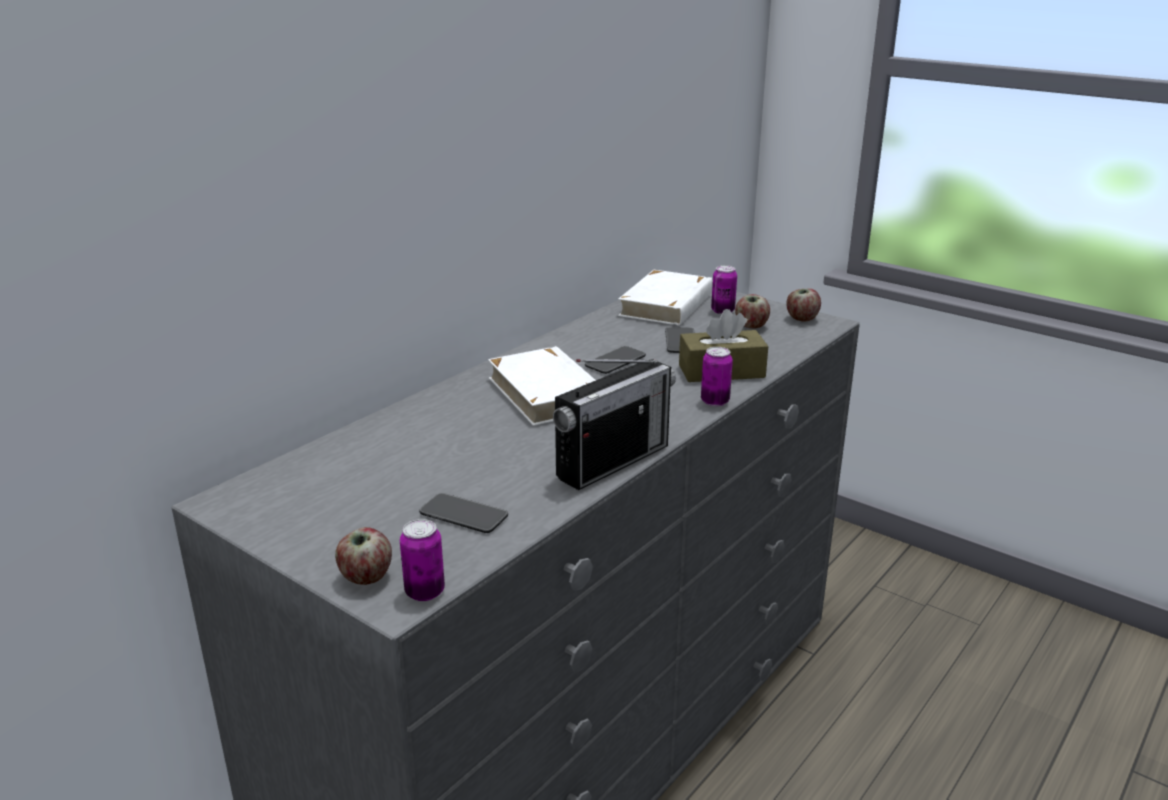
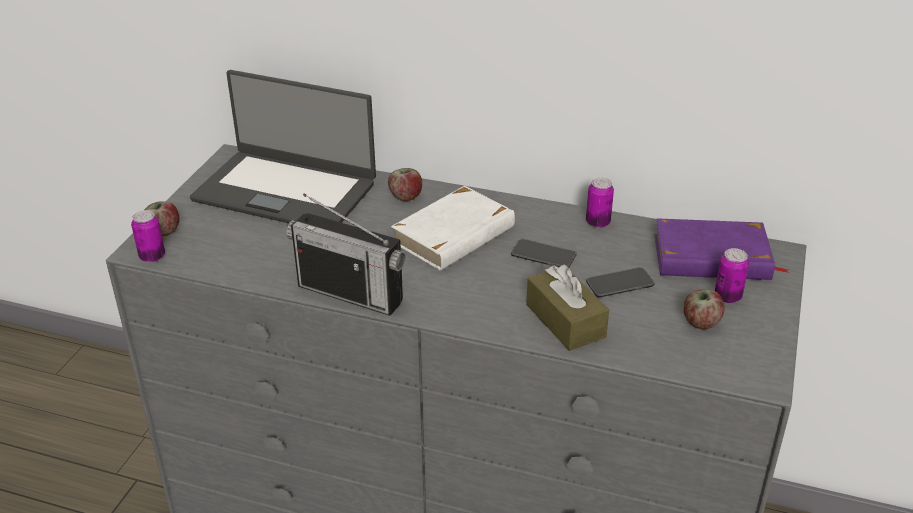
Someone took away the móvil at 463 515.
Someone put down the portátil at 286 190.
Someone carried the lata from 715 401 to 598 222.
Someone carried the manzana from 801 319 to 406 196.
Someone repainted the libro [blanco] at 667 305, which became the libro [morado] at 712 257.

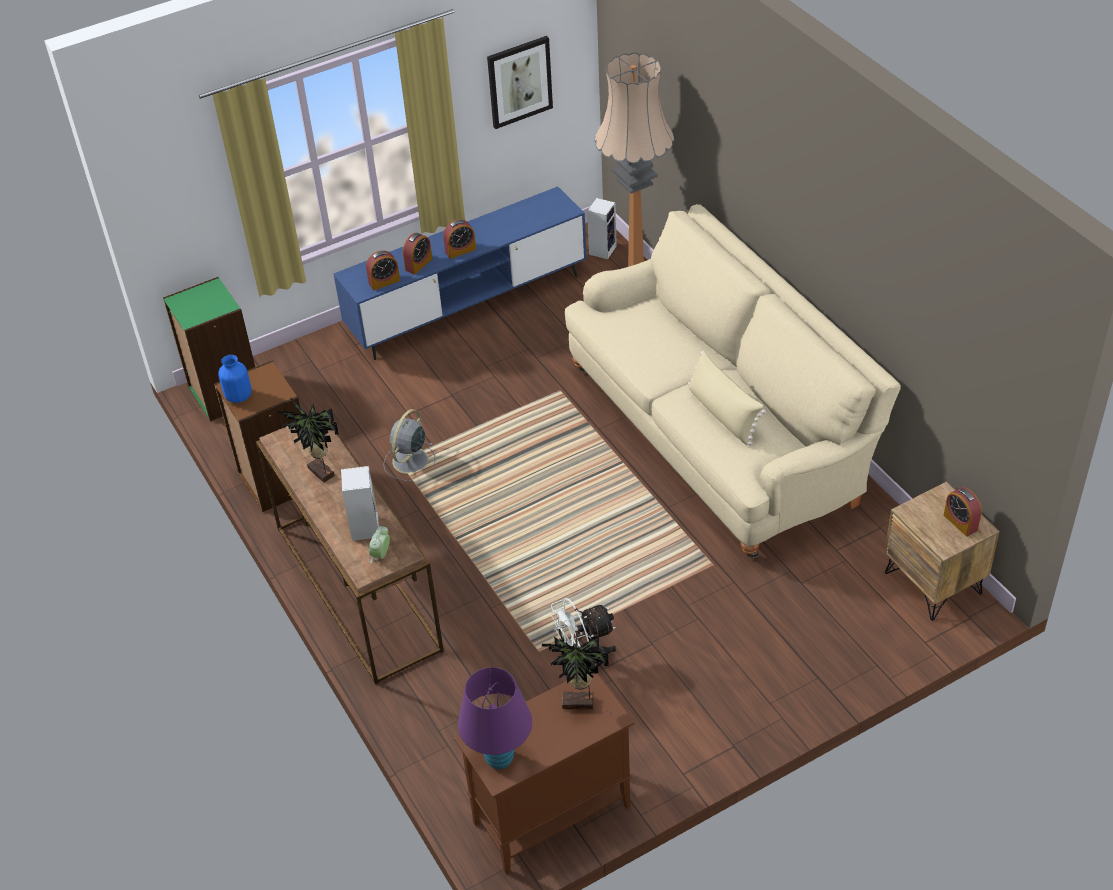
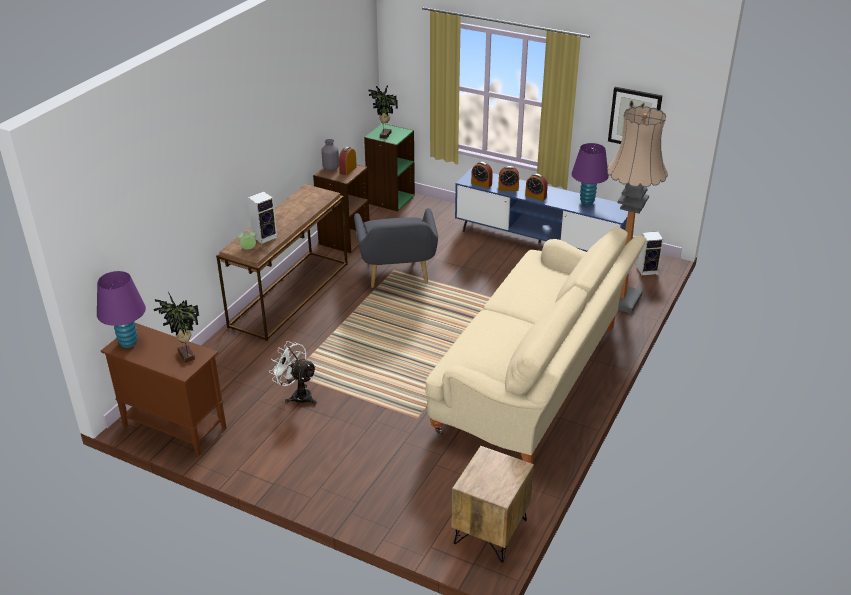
Someone took away the cojín [beis] at 723 413.
Someone put down the lámpara de mesa [morado] at 587 202.
Someone carried the planta en maceta from 320 473 to 384 135.
Someone carried the despertador from 960 522 to 348 170.
Someone swapped the ventilador [gris] at 409 462 for the sillón [gris] at 397 273.
Someone repainted the florero [azul] at 238 396, which became the florero [gris] at 330 168.

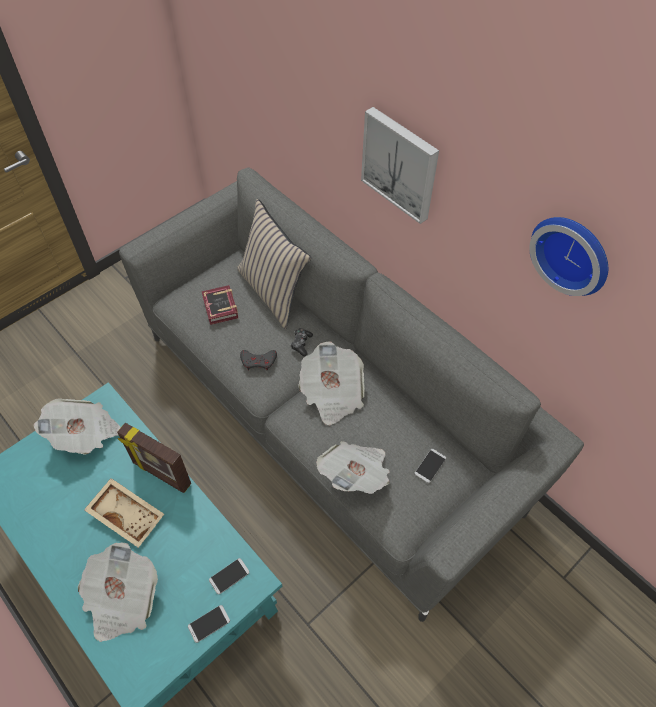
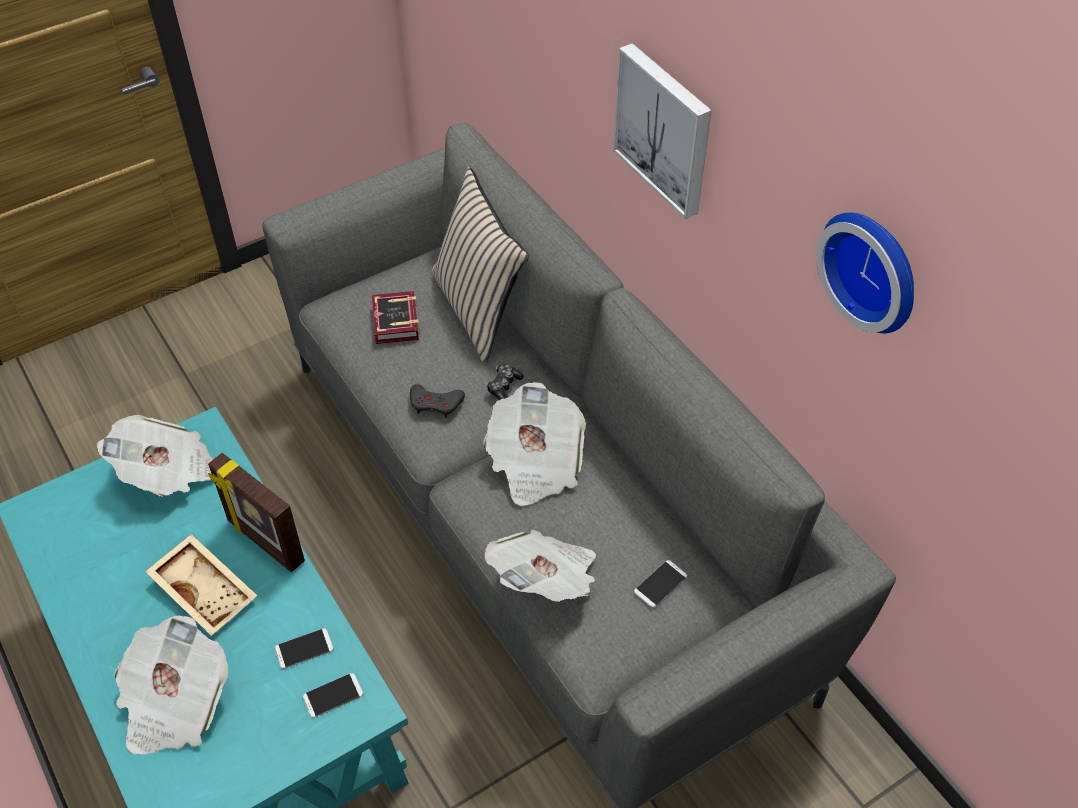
Someone carried the móvil from 209 623 to 304 649.

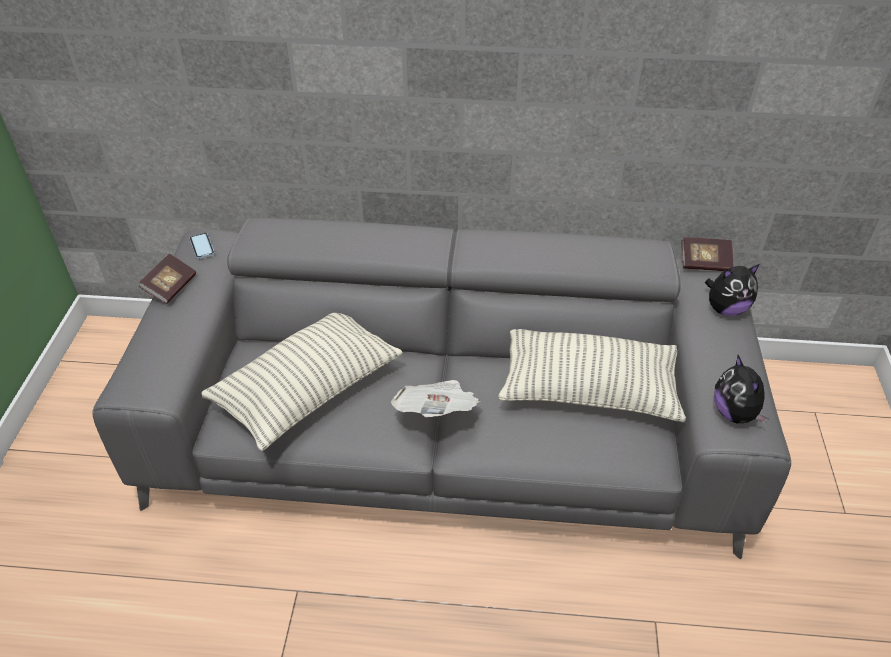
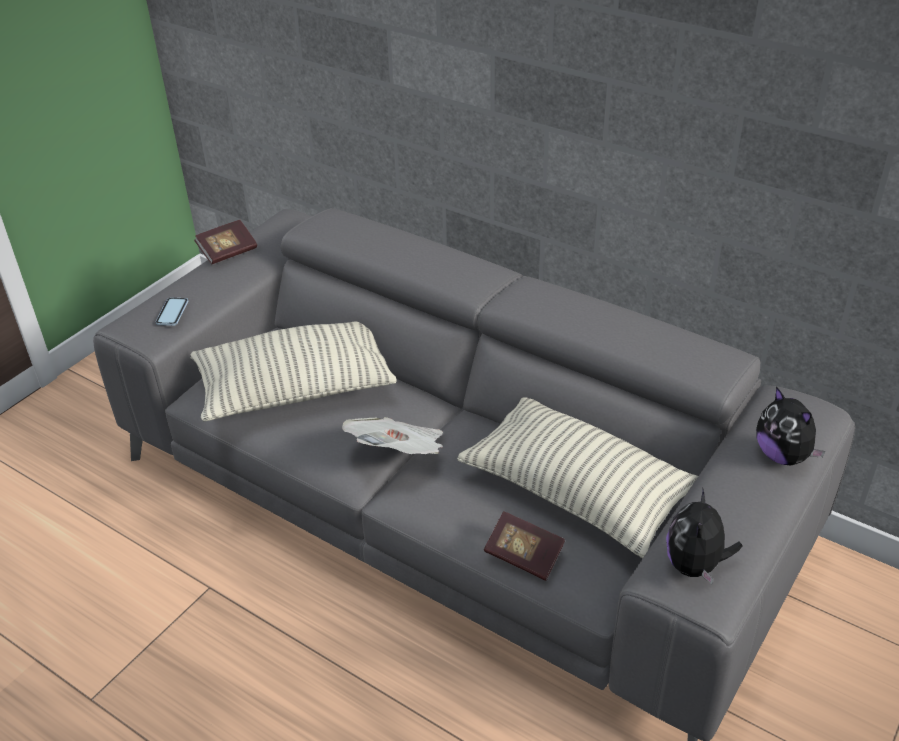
Someone carried the móvil from 202 247 to 172 313.
Someone carried the libro from 704 263 to 523 556.
Someone rotated the peluche at 725 309 by 45 degrees clockwise.

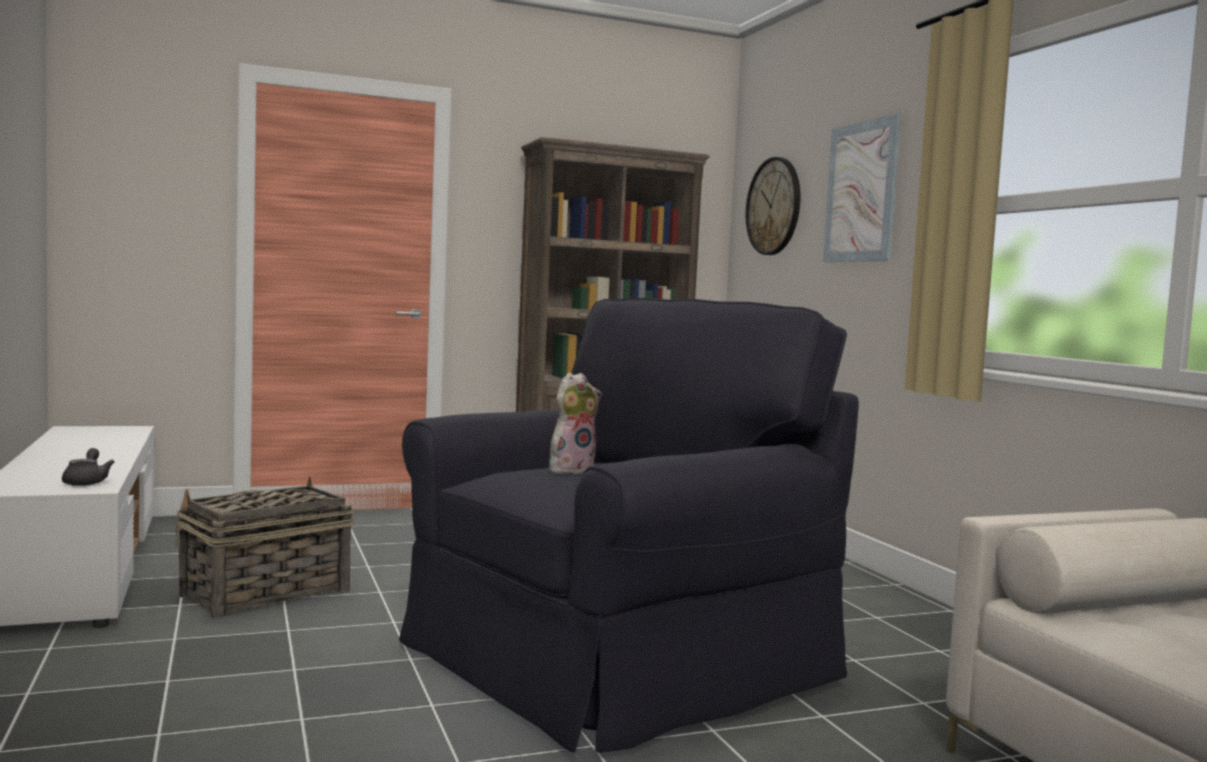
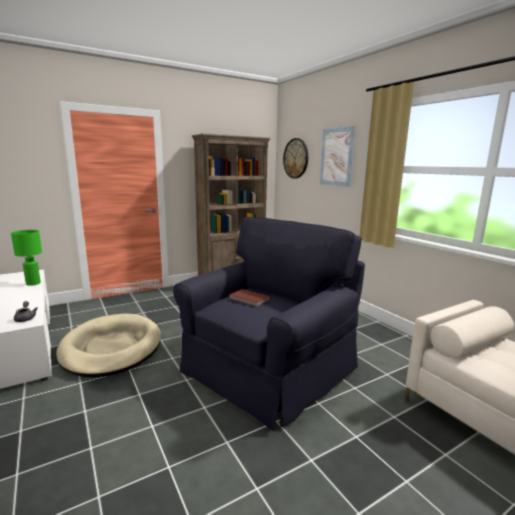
Someone put down the lámpara de mesa [verde] at 33 283.
Someone swapped the cesta at 264 594 for the cama para perro [beis] at 112 348.
Someone swapped the peluche at 571 470 for the libro [marrón] at 249 299.

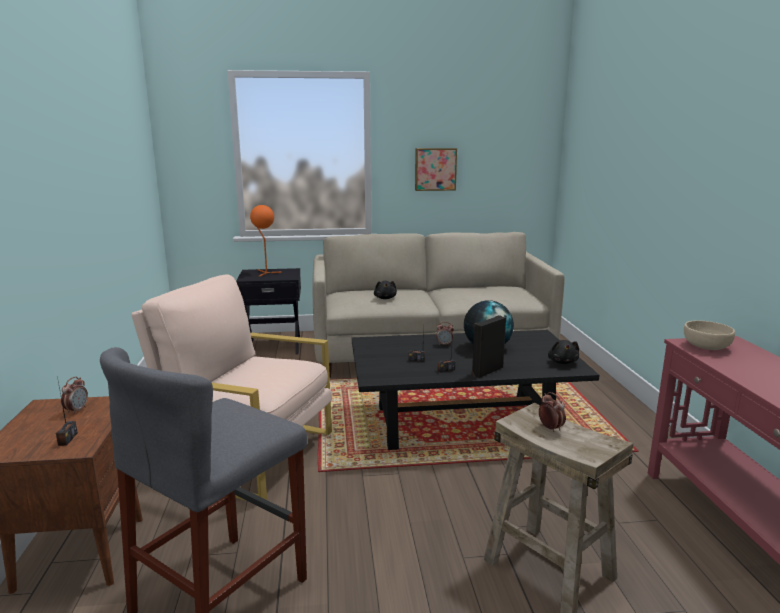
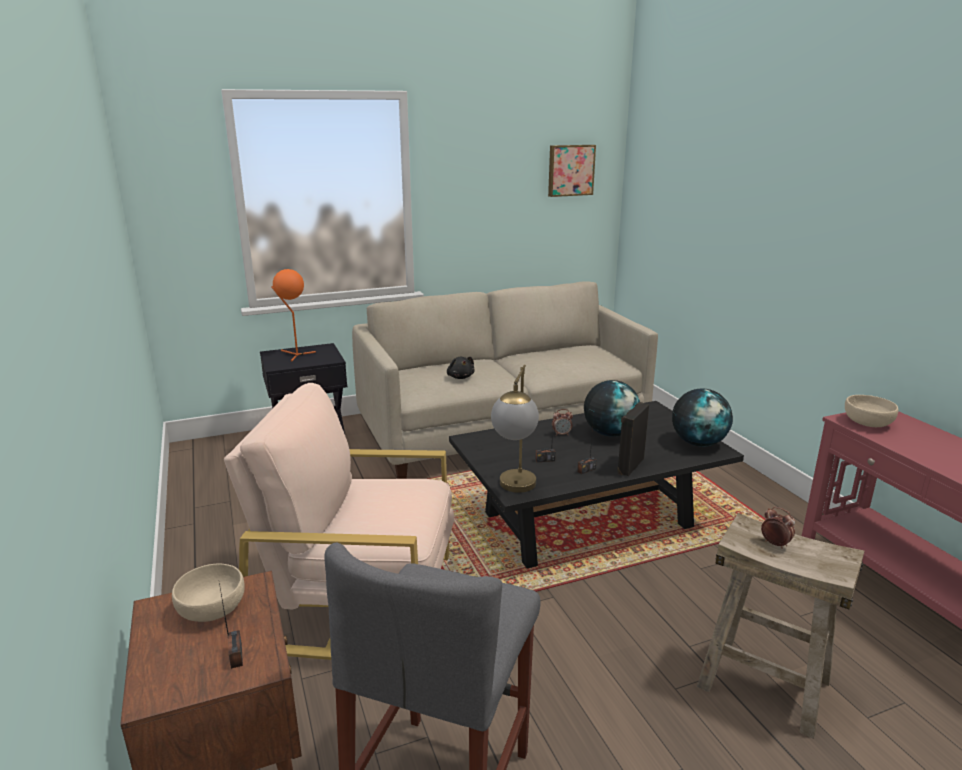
Someone put down the lámpara de mesa at 515 490.
Someone carried the cuadro from 435 169 to 570 170.
Someone swapped the despertador at 77 410 for the cuenco [beis] at 211 608.
Someone swapped the peluche [negro] at 562 362 for the globo terráqueo at 698 443.

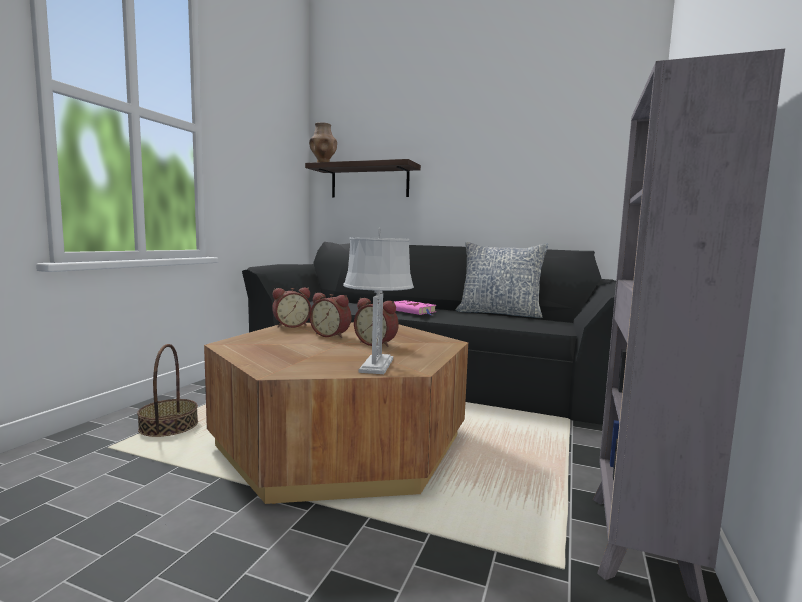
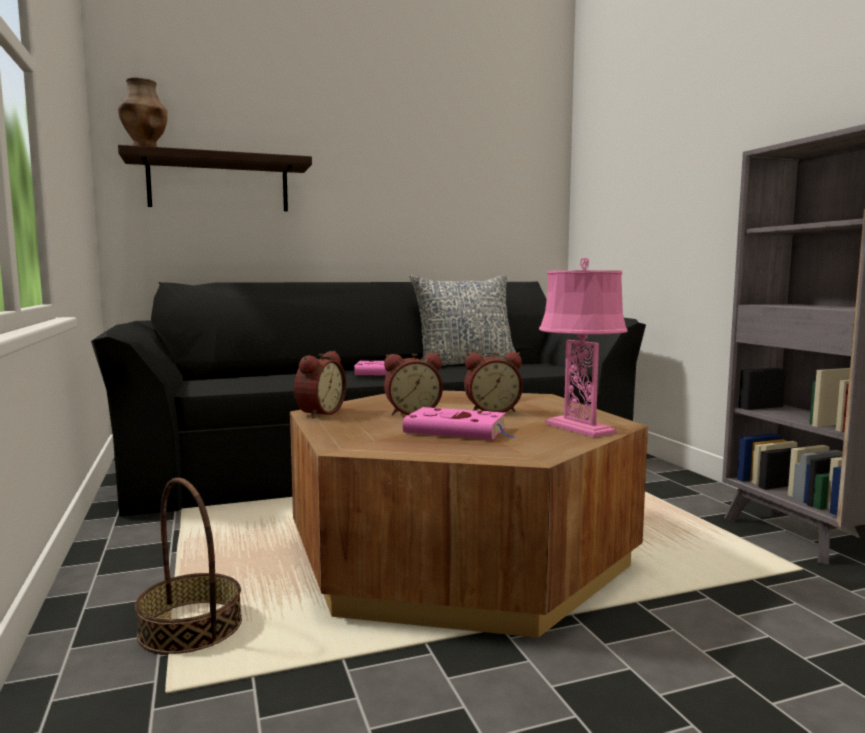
Someone put down the libro [rosa] at 458 431.
Someone repainted the lámpara de mesa [gris] at 376 365, which became the lámpara de mesa [rosa] at 580 428.

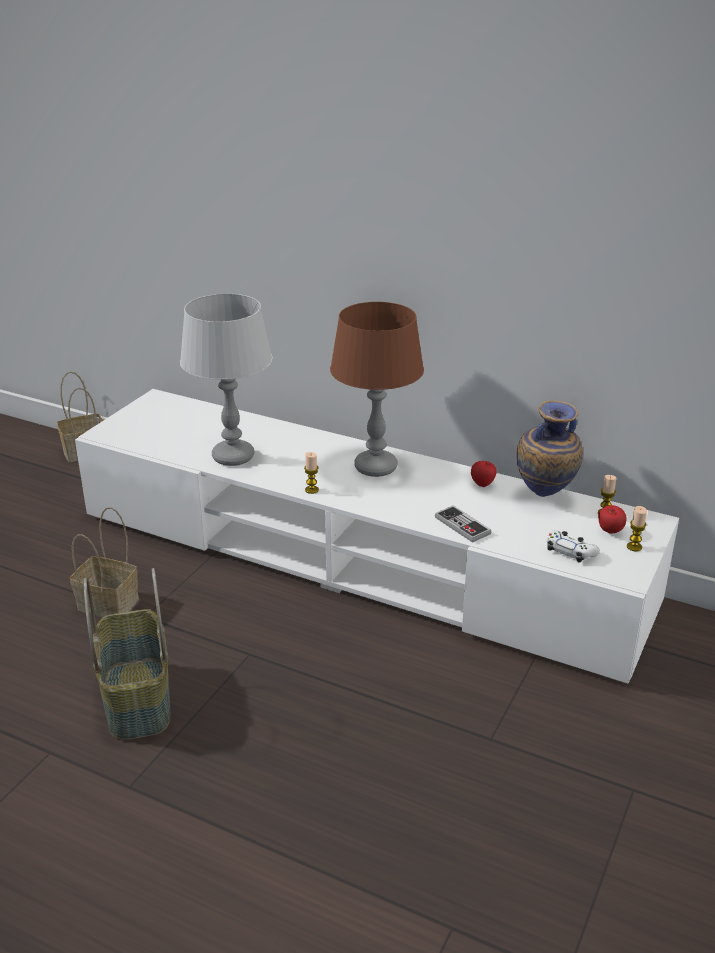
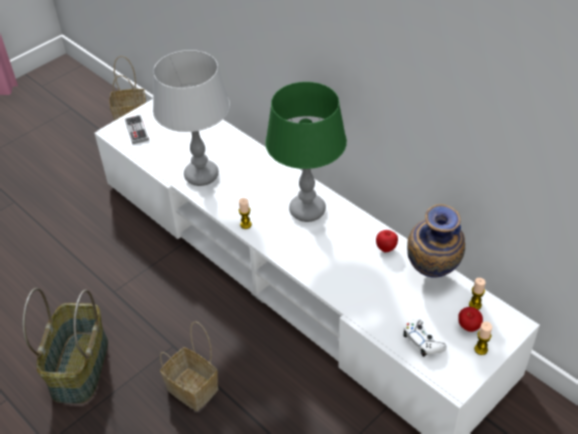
Someone carried the cesta from 110 604 to 194 389.
Someone carried the mando de consola from 462 525 to 137 130.
Someone repainted the lámpara de mesa [marrón] at 376 467, which became the lámpara de mesa [verde] at 307 211.

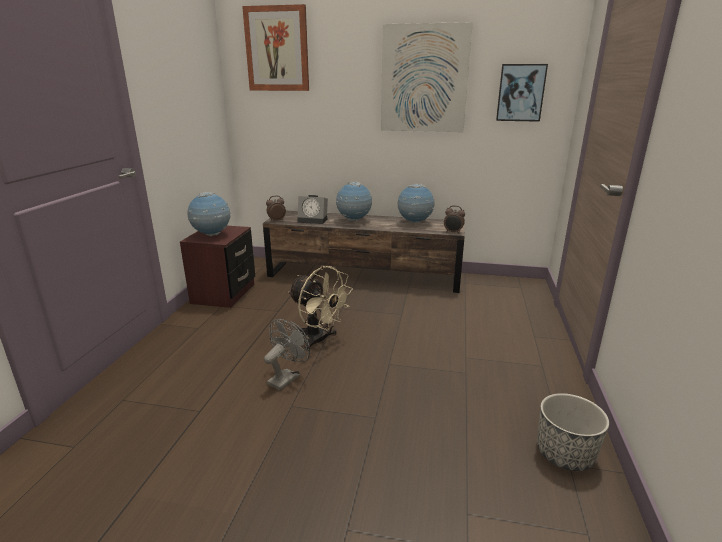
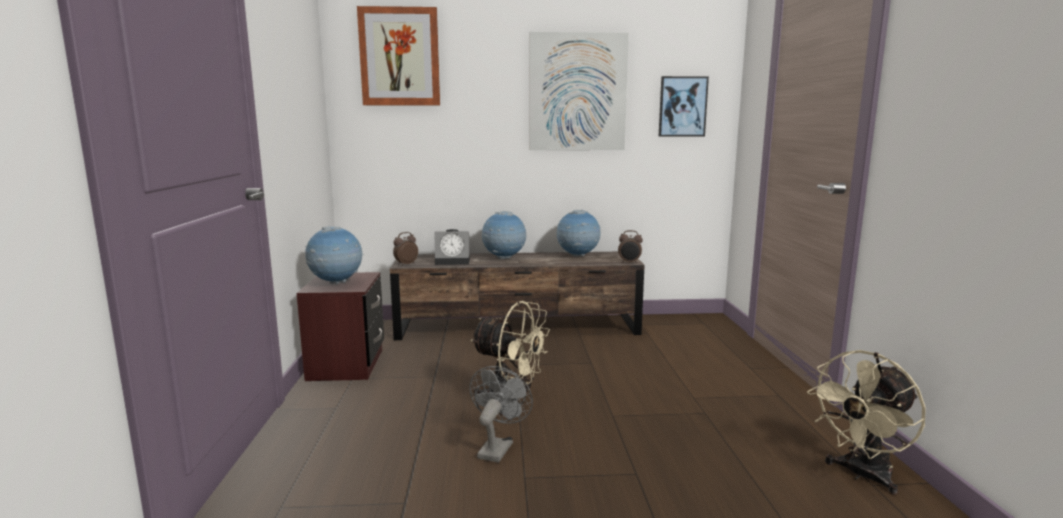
Someone swapped the maceta at 565 454 for the ventilador [beis] at 861 475.

